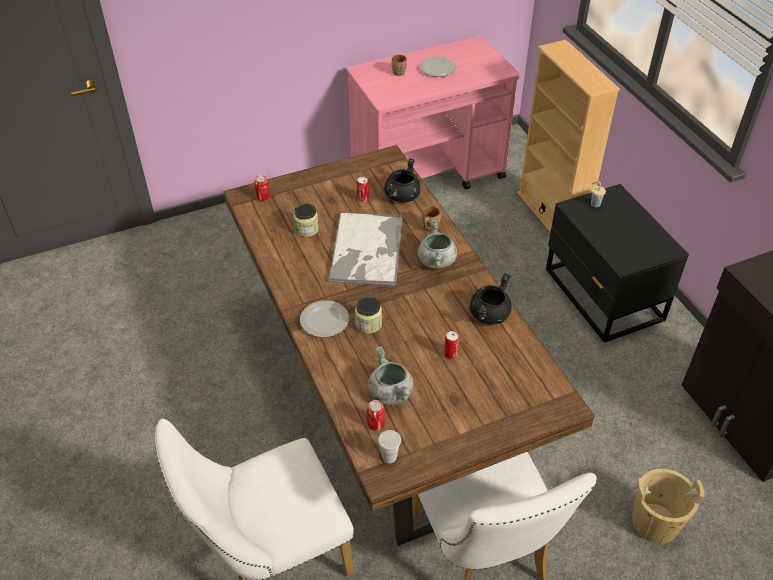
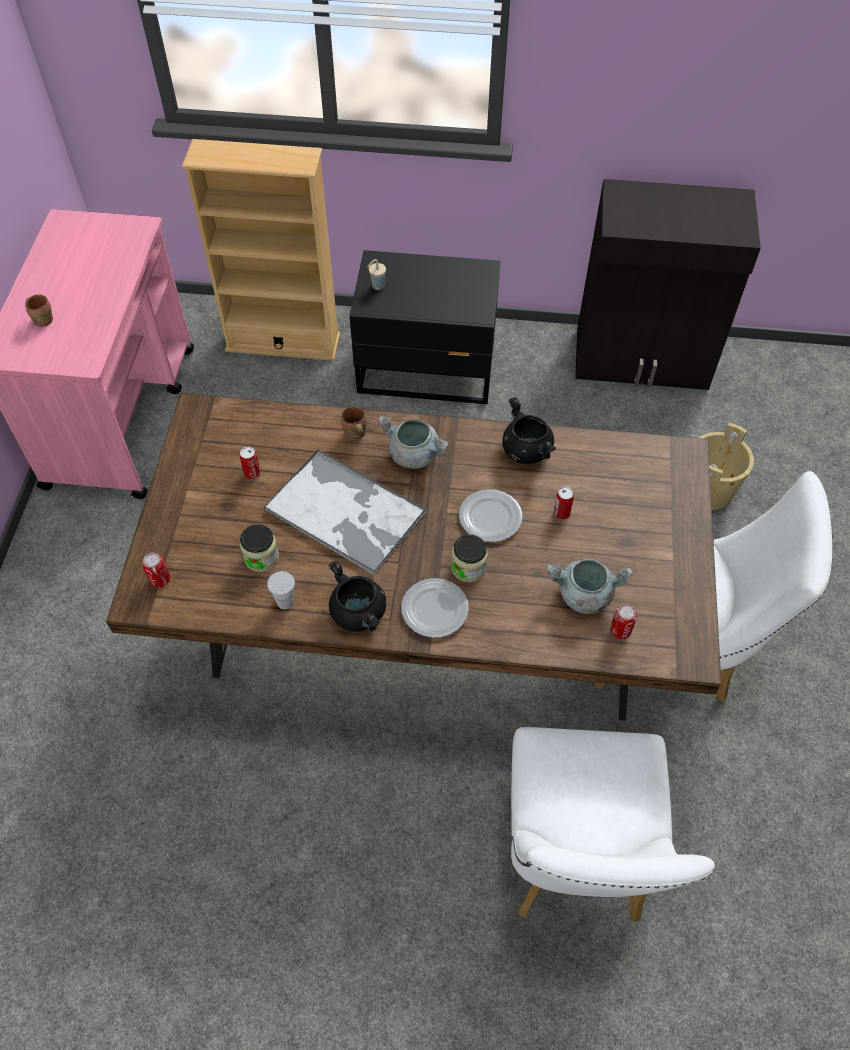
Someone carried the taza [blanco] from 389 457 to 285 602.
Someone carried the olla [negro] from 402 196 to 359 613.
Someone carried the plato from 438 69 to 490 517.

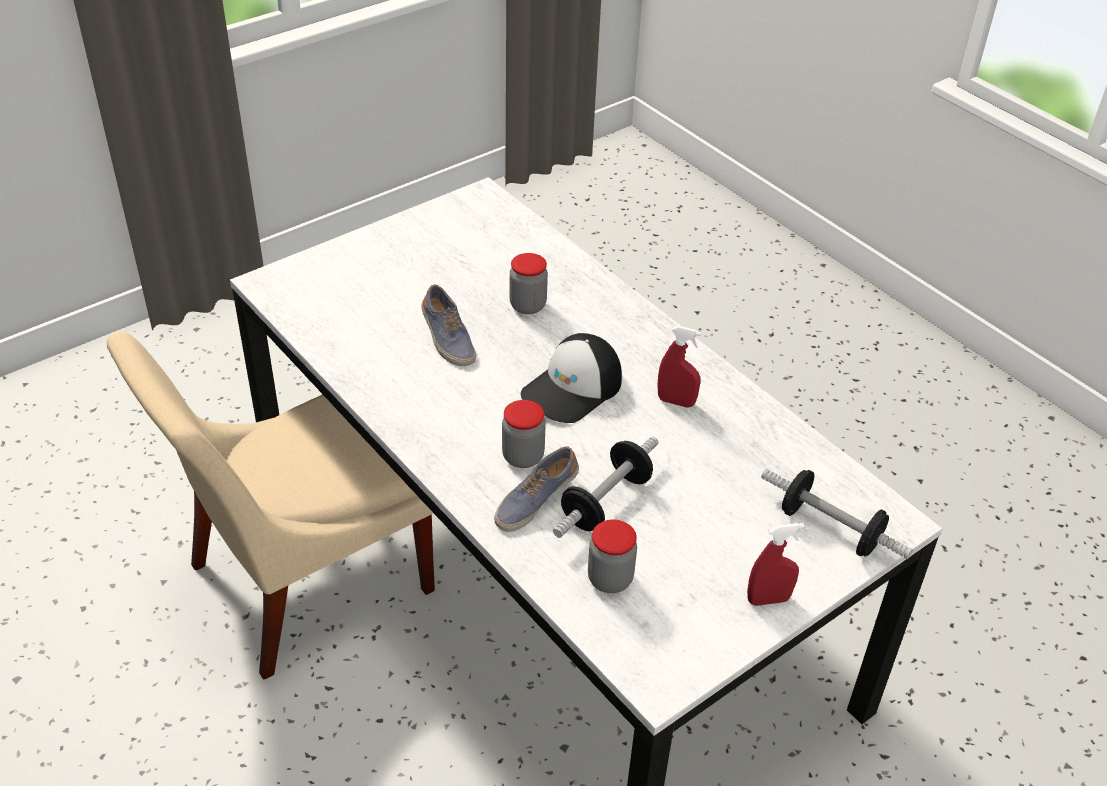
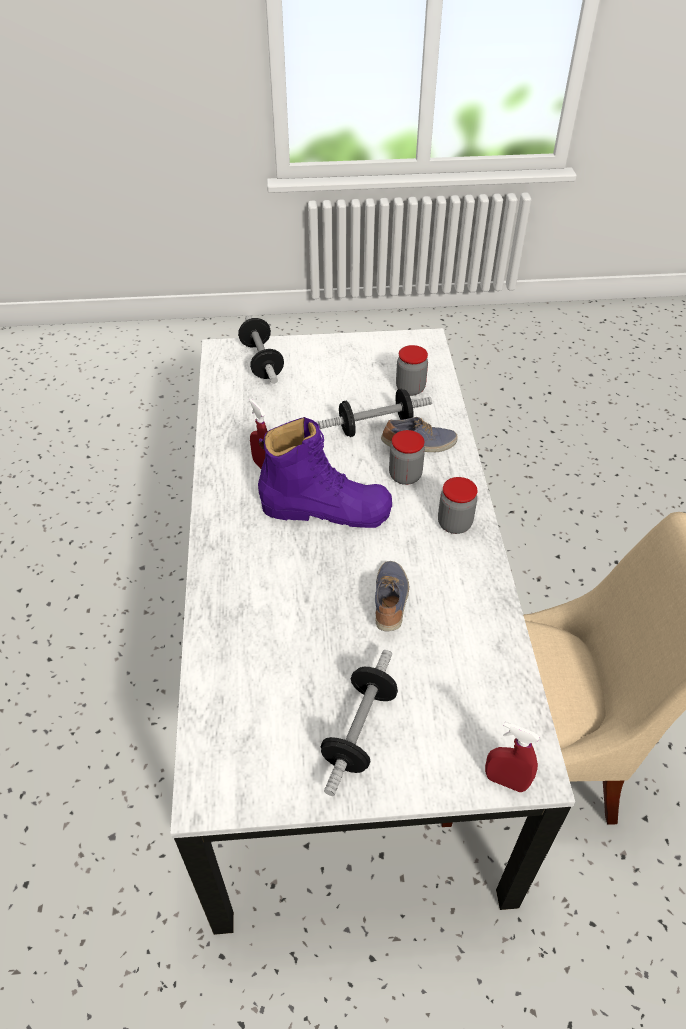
Someone put down the mancuerna at 359 730.
Someone carried the tarro from 528 305 to 454 524.
Someone carried the pulverizador [rojo] from 768 599 to 505 781.
Someone swapped the gorra at 573 389 for the bota [morado] at 326 509.

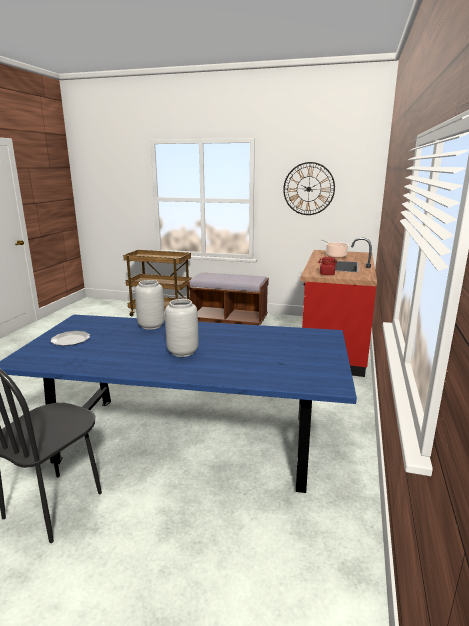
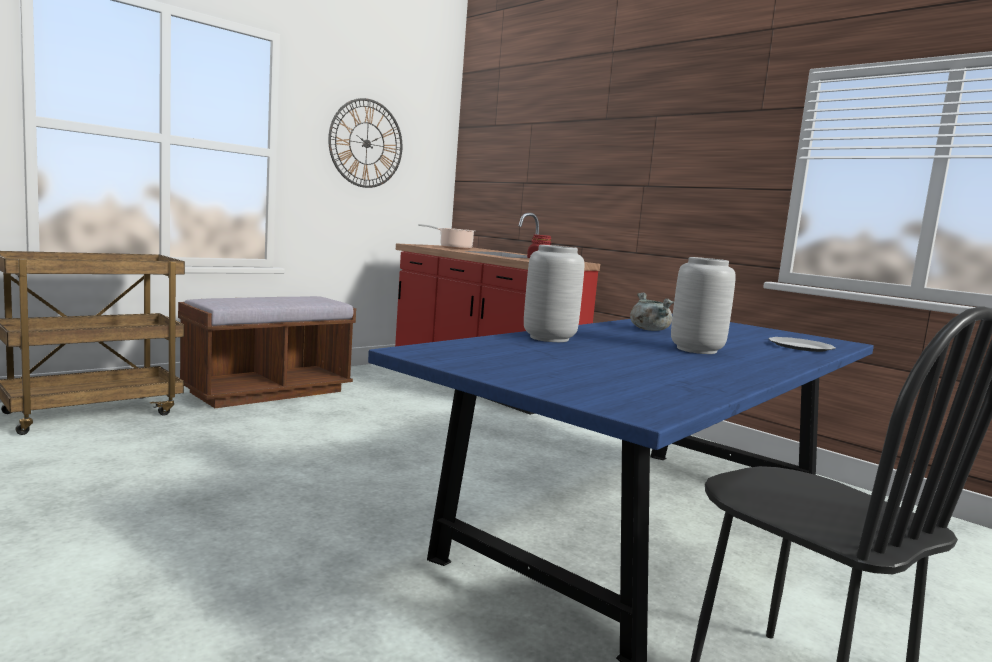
Someone put down the olla [gris] at 649 329.
Someone carried the plato from 70 340 to 800 347.

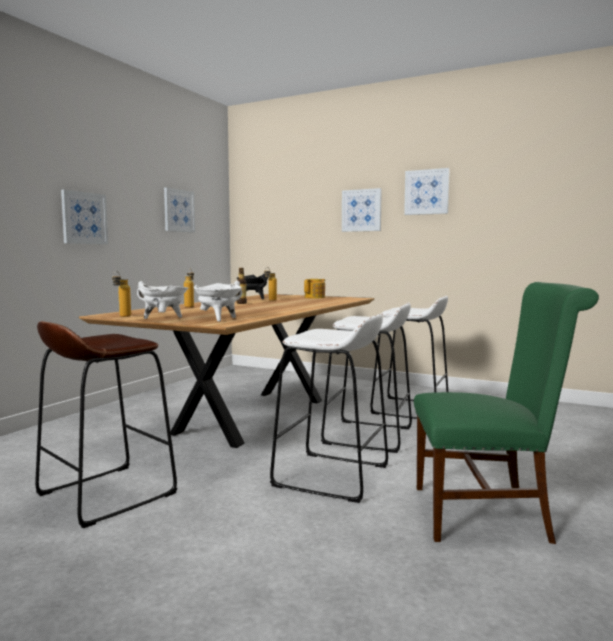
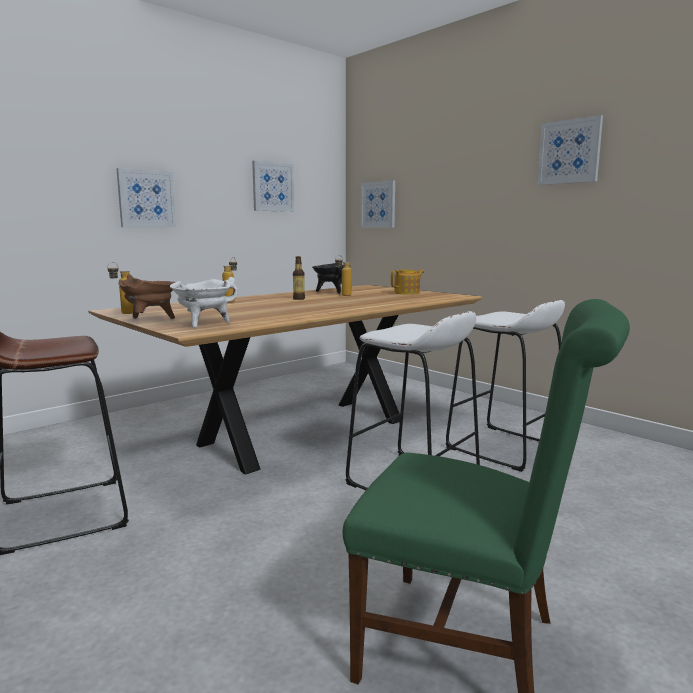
Someone took away the taburete [blanco] at 331 476.
Someone carried the cuadro from 361 210 to 378 204.
Someone repainted the olla [blanco] at 163 319, which became the olla [marrón] at 150 320.

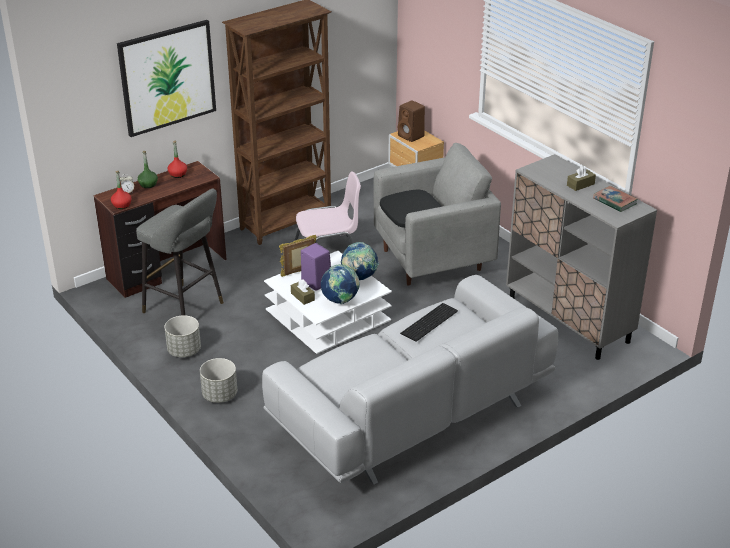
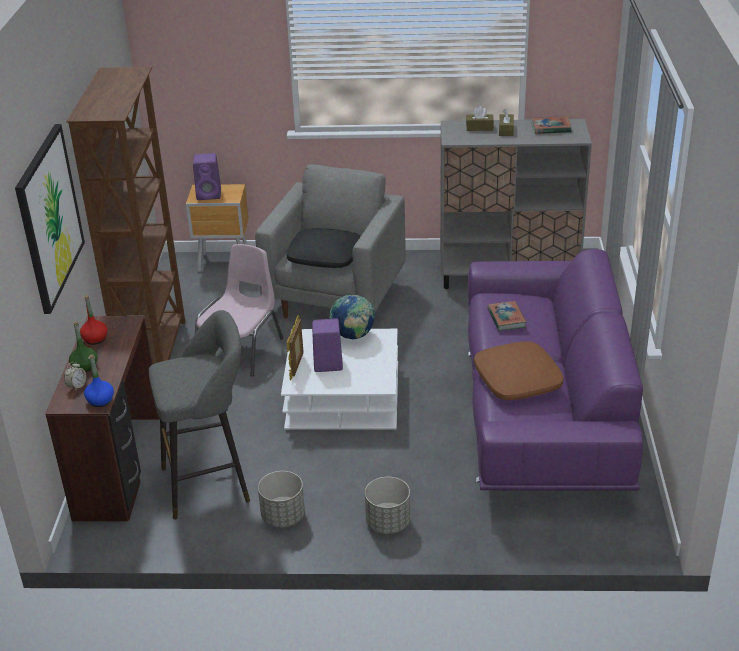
Someone took away the globo terráqueo at 340 301.
Someone put down the cojín [marrón] at 518 380.
Someone carried the caja de pañuelos [marrón] from 302 297 to 479 127.
Someone swapped the teclado at 430 322 for the libro at 506 318.
Someone repainted the botella [rojo] at 121 205, which became the botella [azul] at 100 400.
Someone repainted the sofá [gris] at 411 411, which became the sofá [morado] at 542 413.
Someone repainted the altavoz [marrón] at 411 136, which became the altavoz [morado] at 210 194.

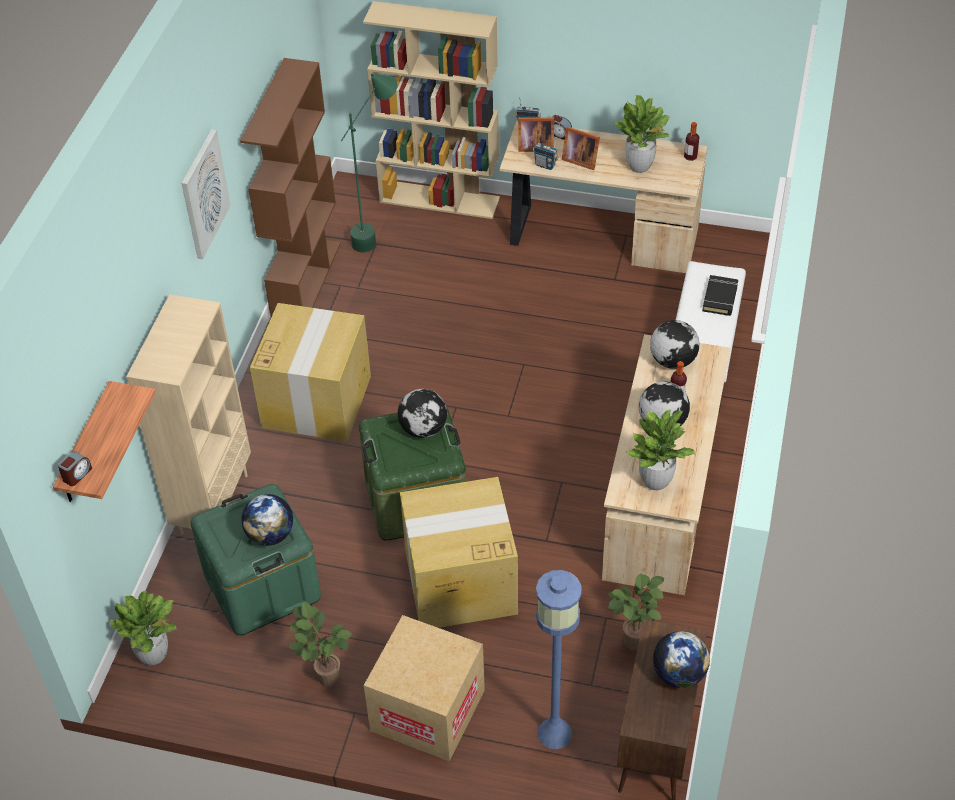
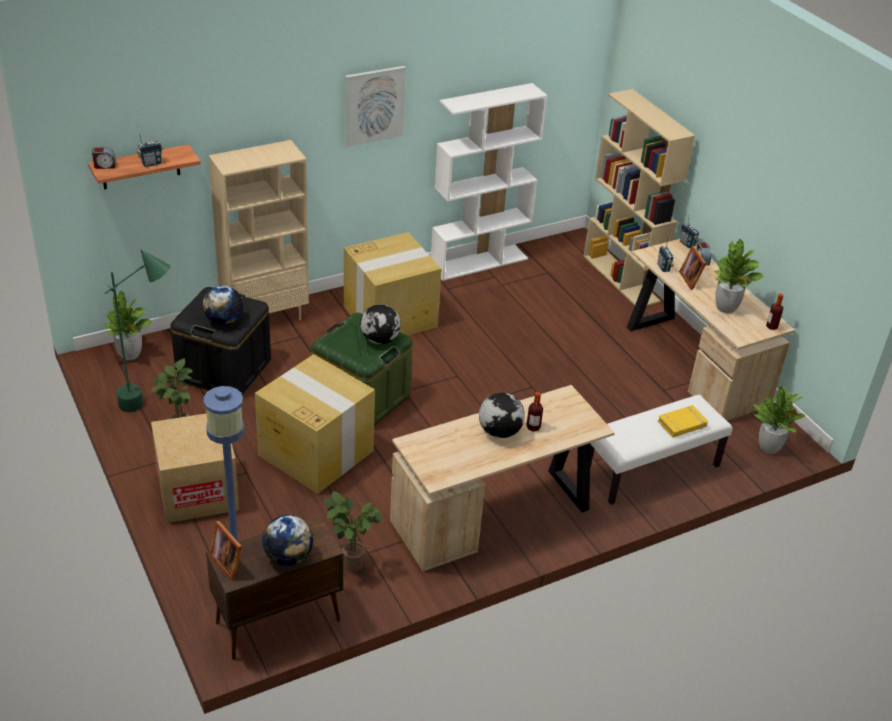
Someone took away the globo terráqueo at 672 360.
Someone put down the radio at 151 163.
Someone carried the lámpara de pie [verde] from 379 233 to 151 405.
Someone carried the portarretratos from 534 146 to 228 562.
Someone carried the planta en maceta from 655 481 to 769 448.
Someone repainted the caja de almacenaje [verde] at 262 585, which became the caja de almacenaje [negro] at 224 369.
Someone repainted the estantería [marrón] at 306 281, which became the estantería [blanco] at 479 262.
Someone repainted the libro [negro] at 720 298, which became the libro [amarillo] at 682 424.

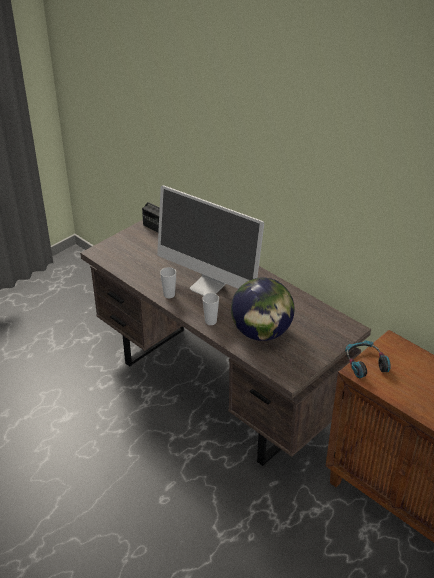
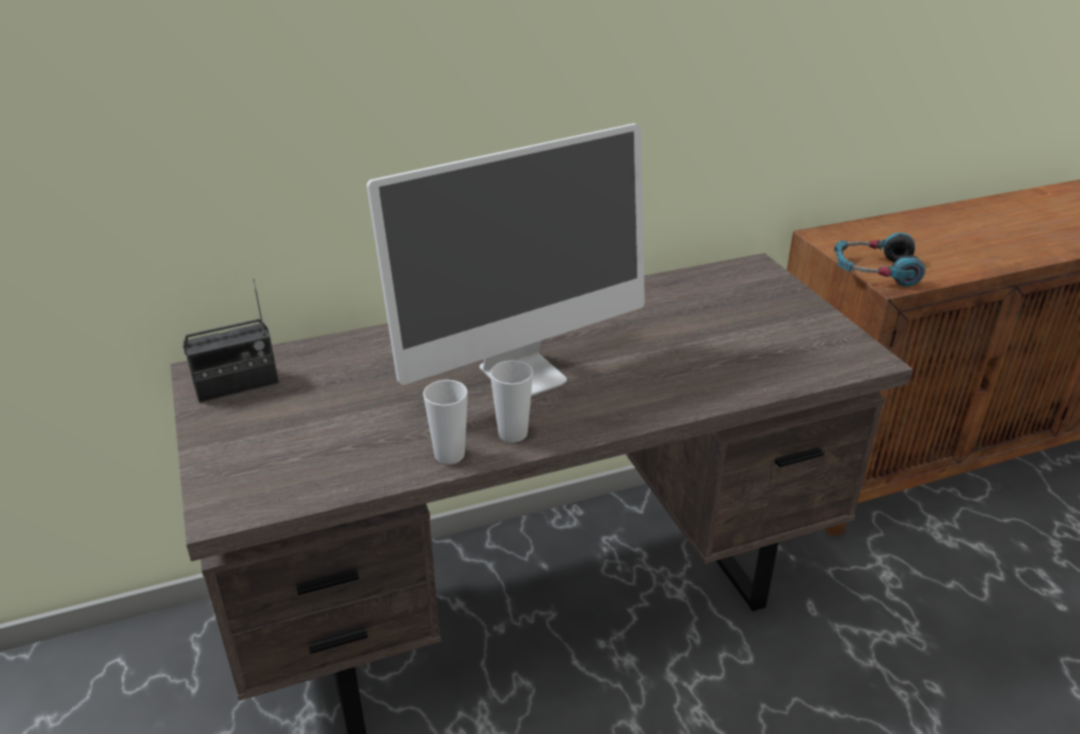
Someone took away the globo terráqueo at 261 333.
Someone carried the taza from 211 321 to 449 455.

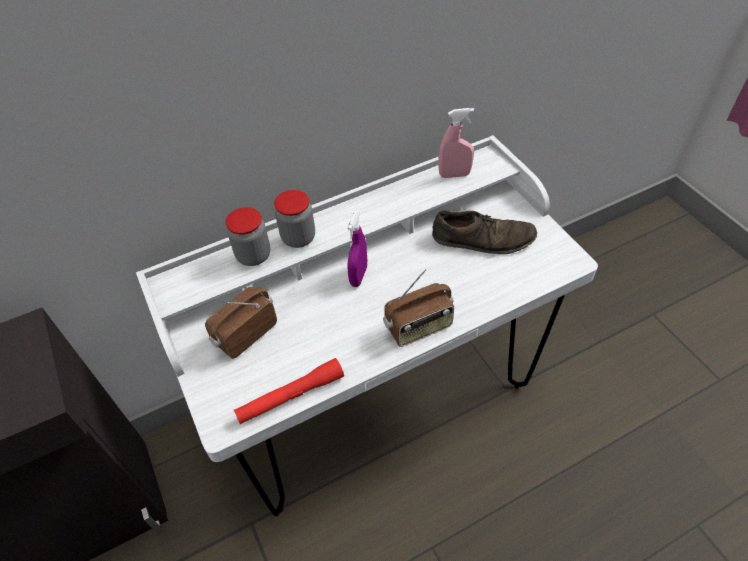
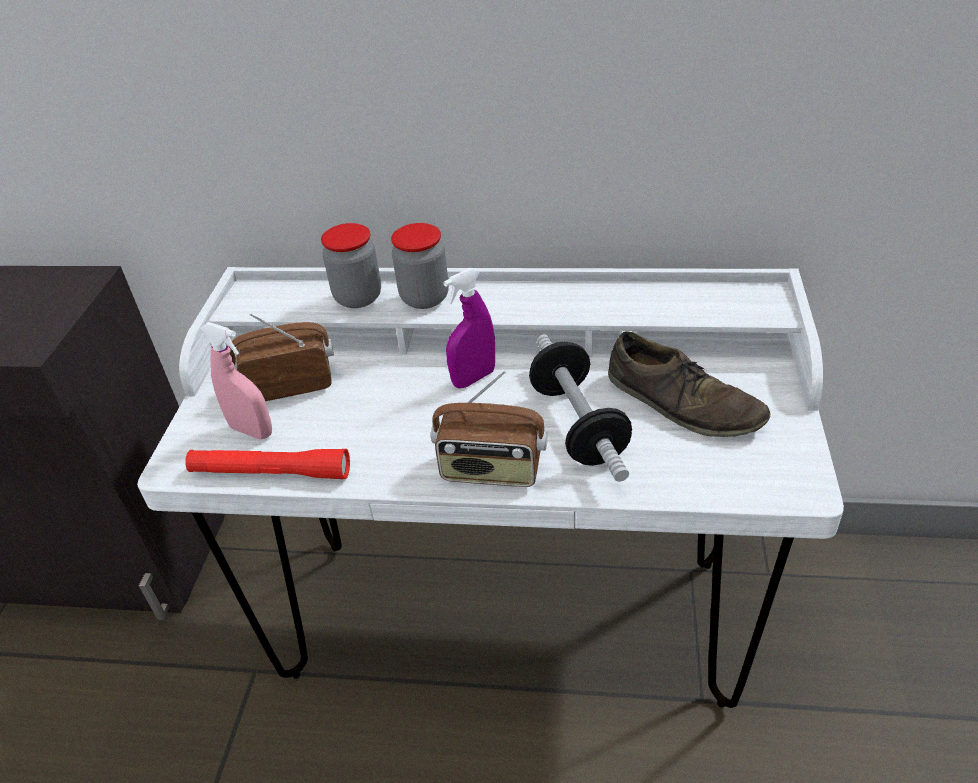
Someone put down the mancuerna at 578 425.
Someone carried the pulverizador [rosa] from 454 175 to 251 431.

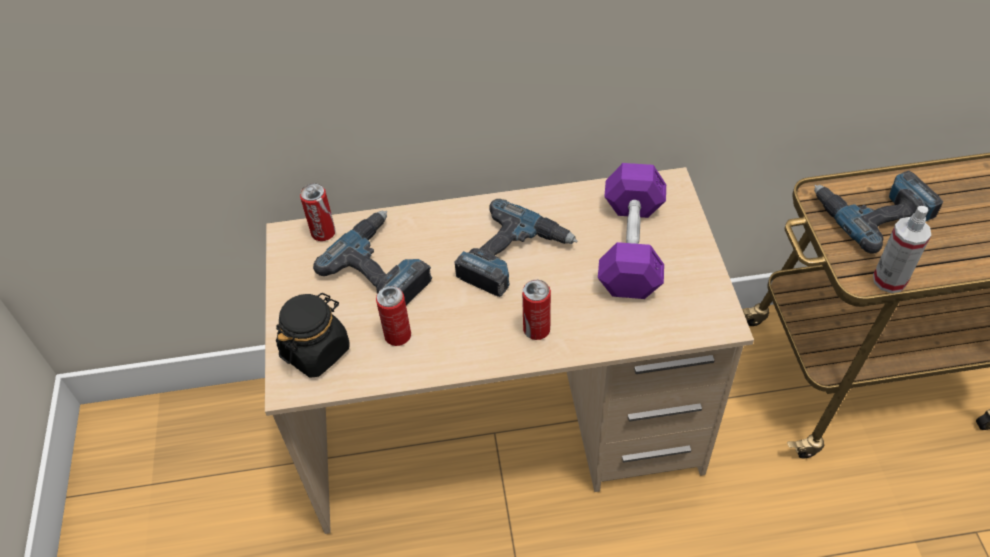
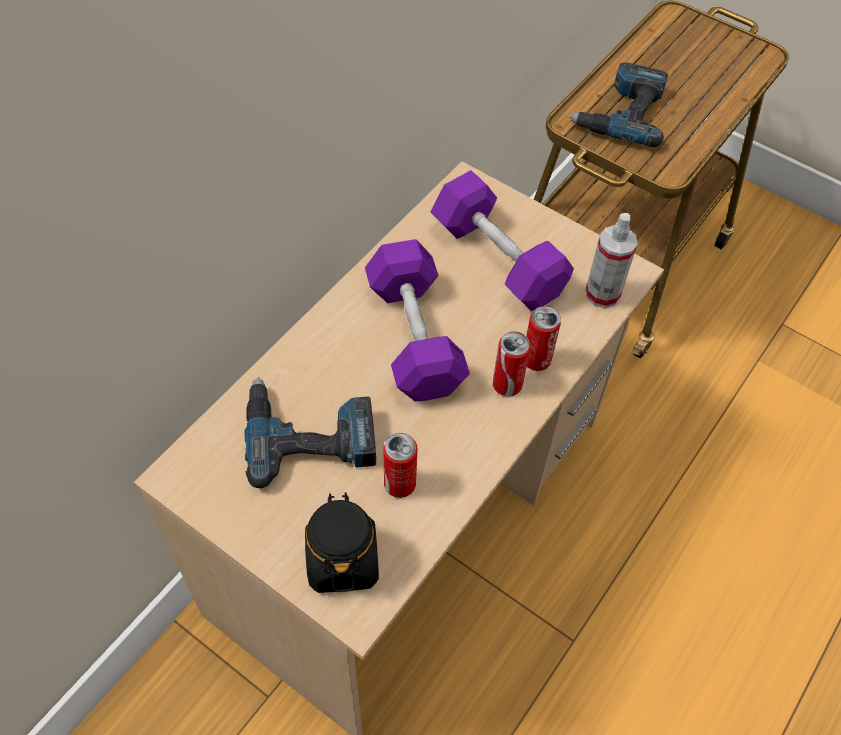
Someone carried the lata from 323 233 to 536 360.
Someone carried the pulverizador from 889 280 to 602 294.
Someone swapped the taladro at 513 257 for the mancuerna [morado] at 414 336.

